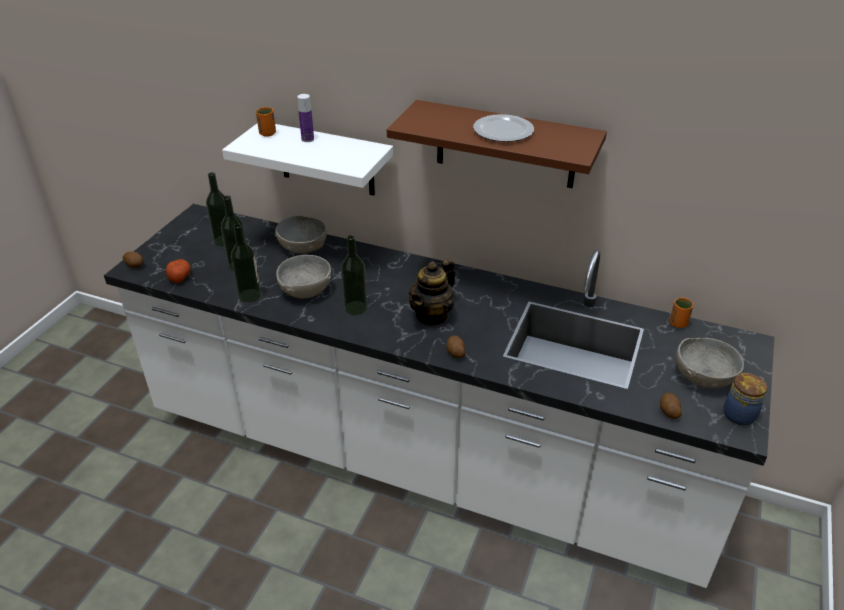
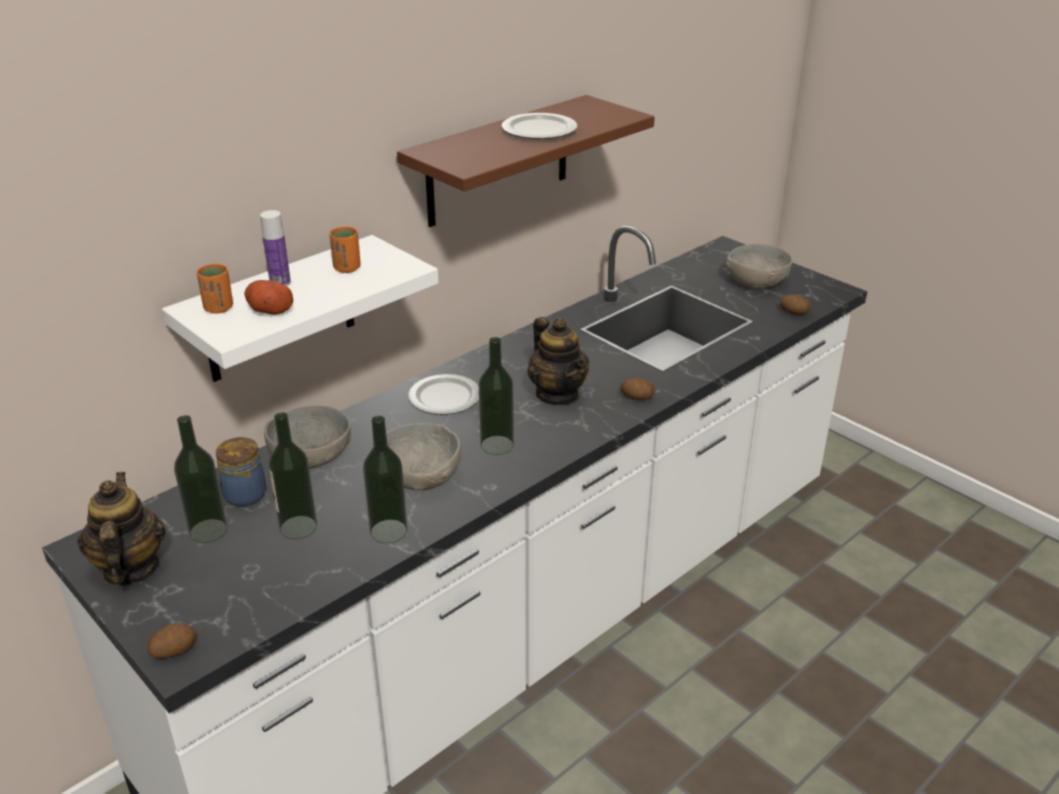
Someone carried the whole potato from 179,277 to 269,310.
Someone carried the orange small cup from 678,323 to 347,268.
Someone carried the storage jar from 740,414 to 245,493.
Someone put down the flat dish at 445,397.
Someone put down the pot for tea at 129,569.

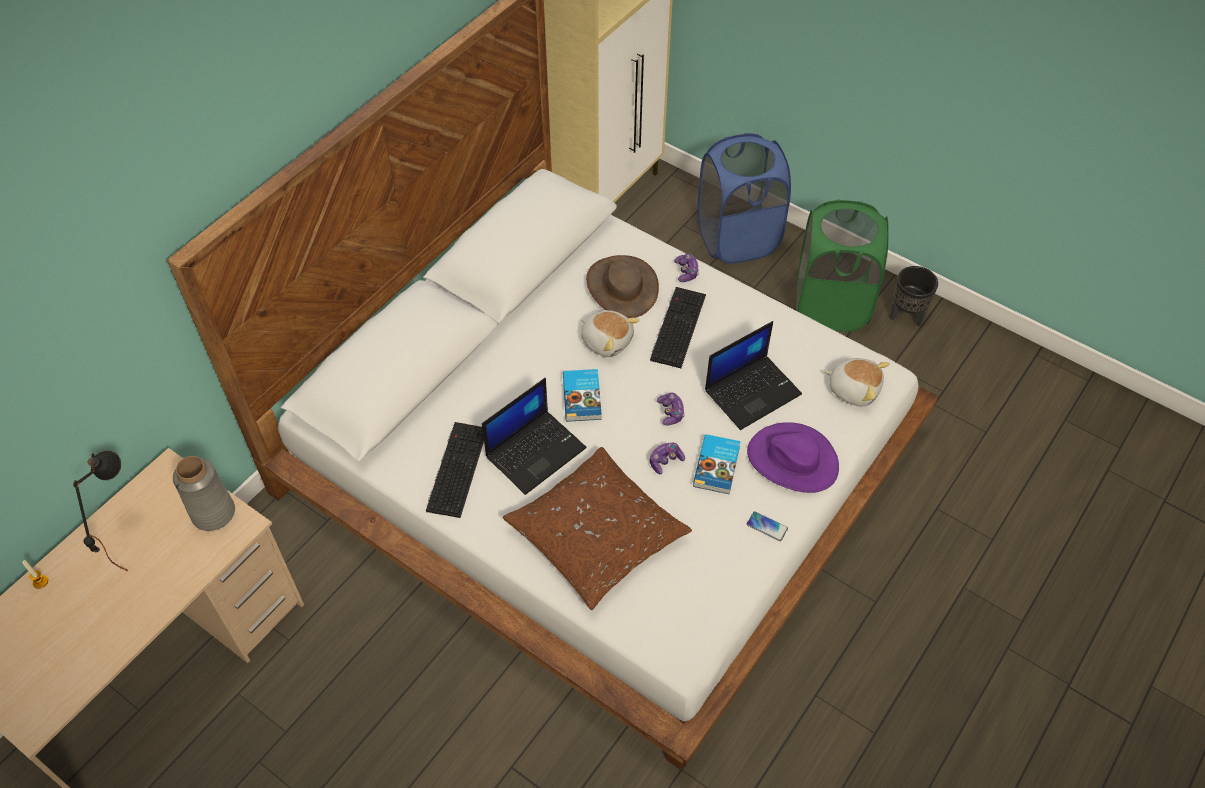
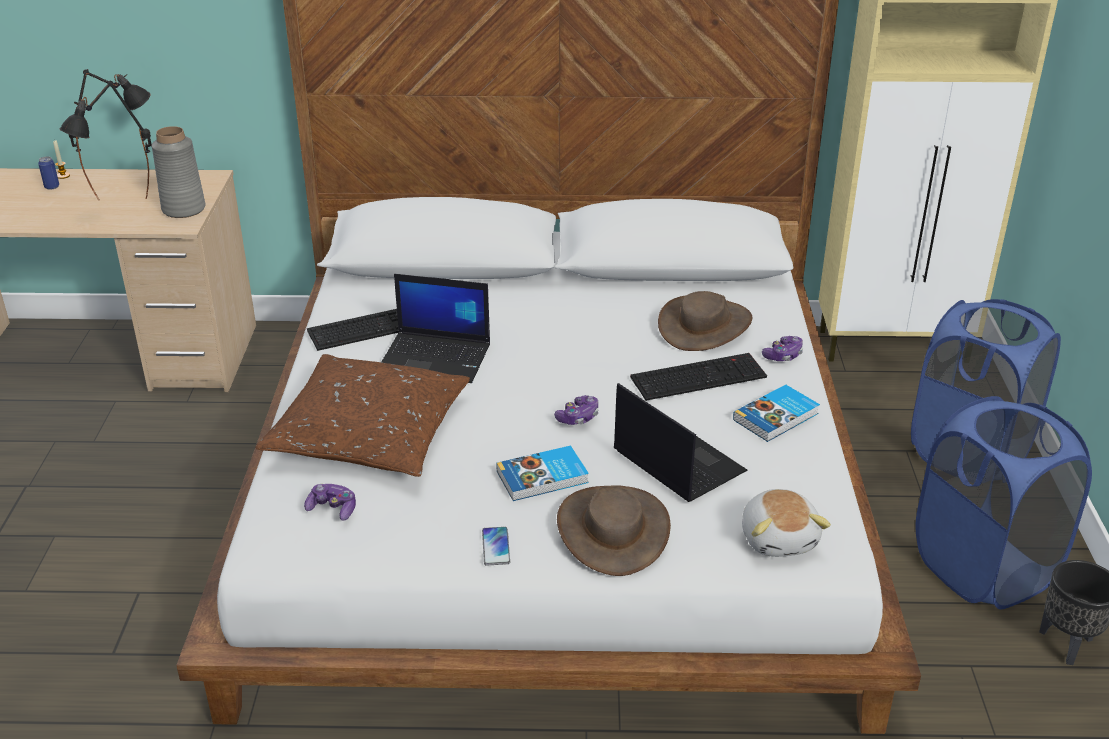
Someone repainted the greenish laundry basket at 831,306, which became the blue-coloured laundry basket at 983,568.
Someone took away the plush toy at 607,340.
Someone rotated the laptop at 753,391 by 150 degrees counterclockwise.
Someone carried the volume from 583,397 to 777,417.
Someone repainted the purplish clothing hat at 792,460, which became the brownish clothing hat at 613,530.
Someone carried the game controller from 665,461 to 332,509.
Someone put down the black-coloured tabletop lamp at 123,210.
Someone put down the can at 52,187.

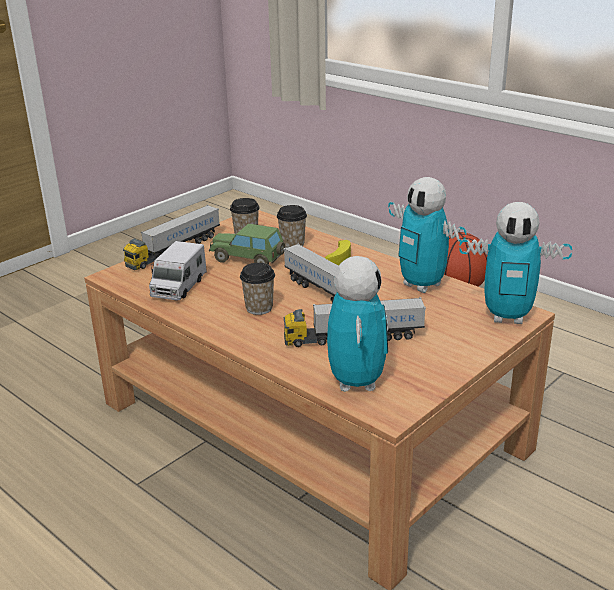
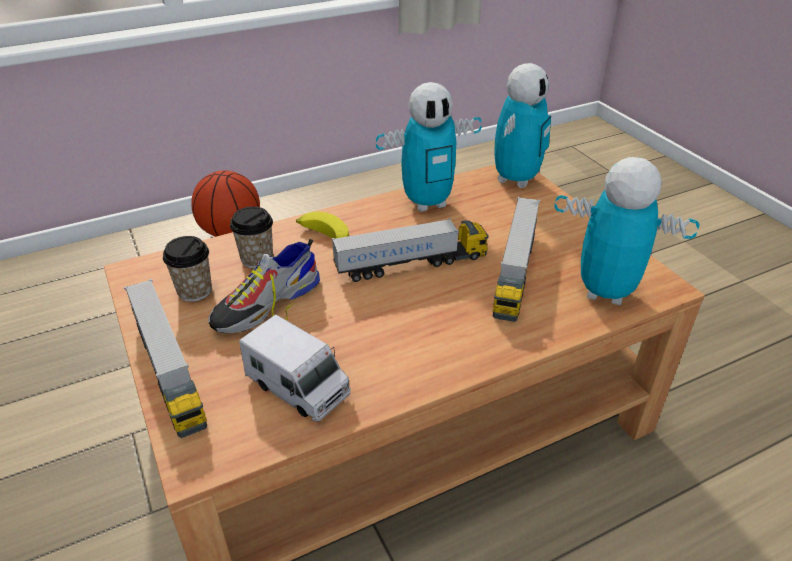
Someone swapped the miniature car at 248,259 for the low shoe at 266,304.
Someone took away the small cup at 259,308.

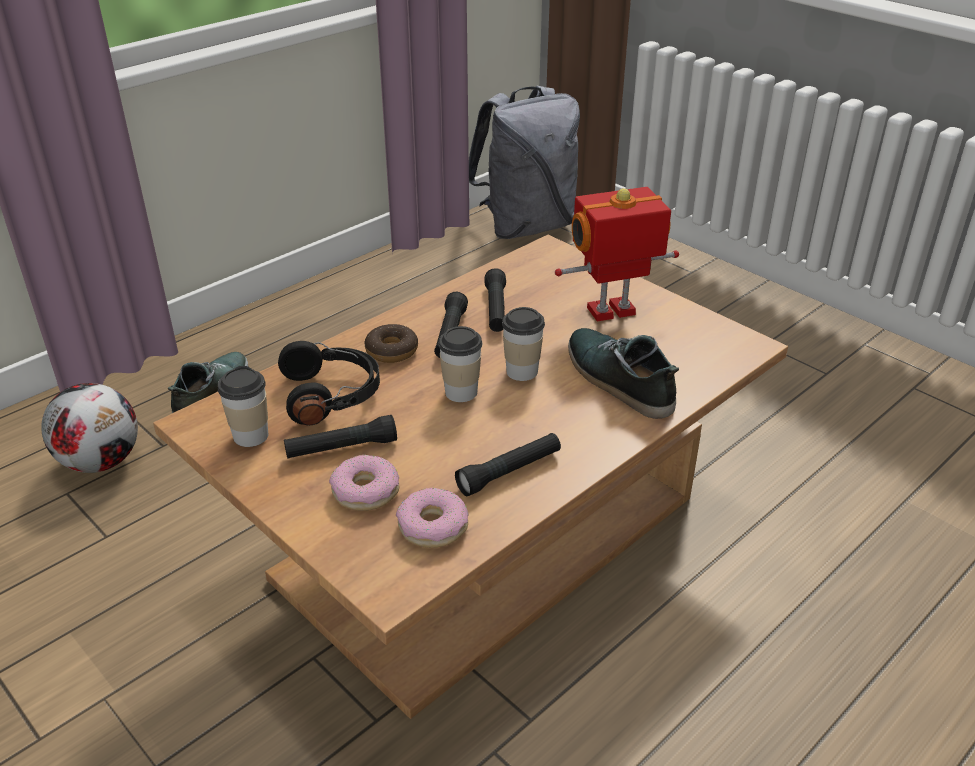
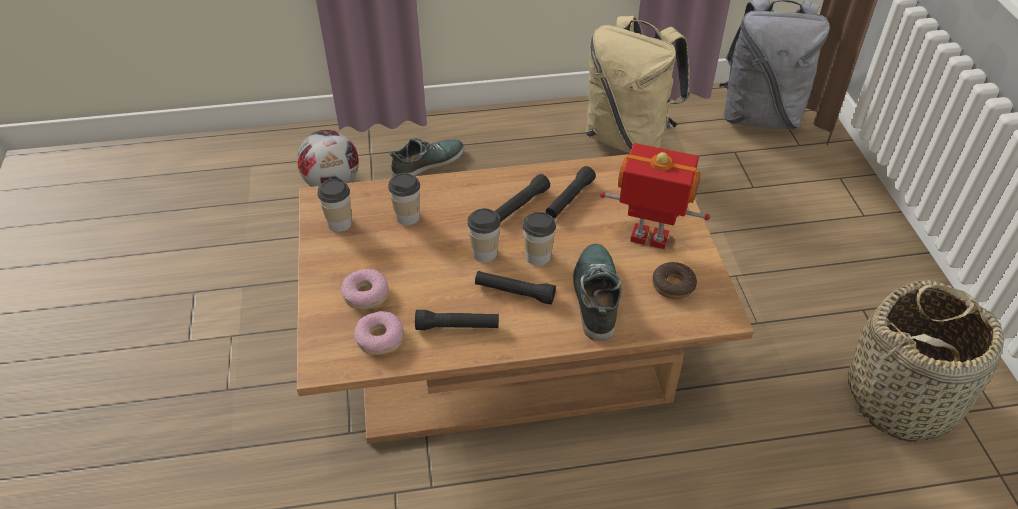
Someone carried the doughnut from 391,350 to 673,285.
Someone swapped the black-coloured headset at 332,395 for the small cup at 407,217.
Someone carried the black-coloured flashlight from 341,448 to 514,292.
Someone put down the beige-coloured knapsack at 628,138.
Someone put down the household basket at 902,396.

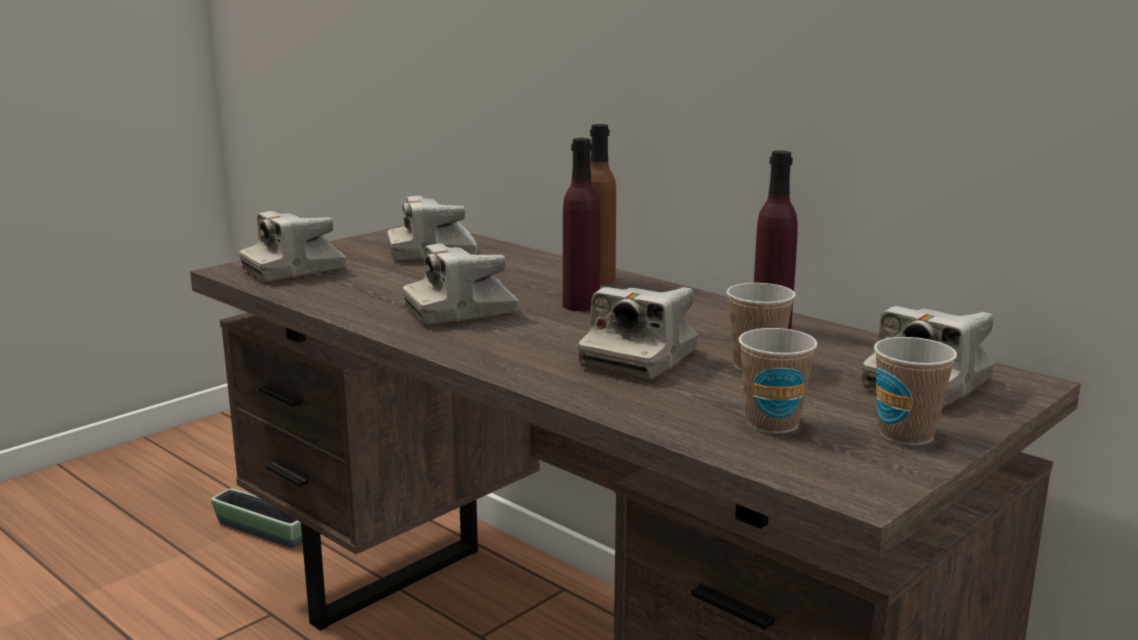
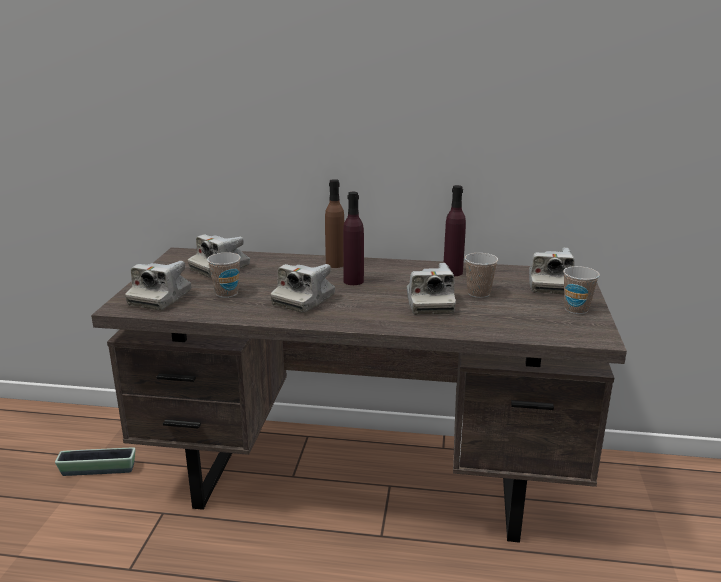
Someone carried the small cup from 772,423 to 226,293.

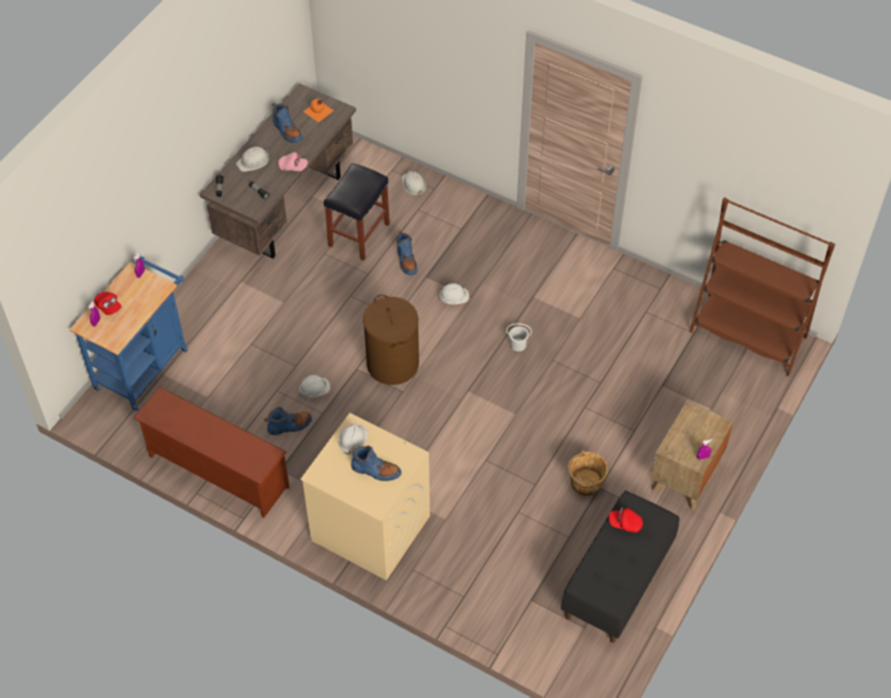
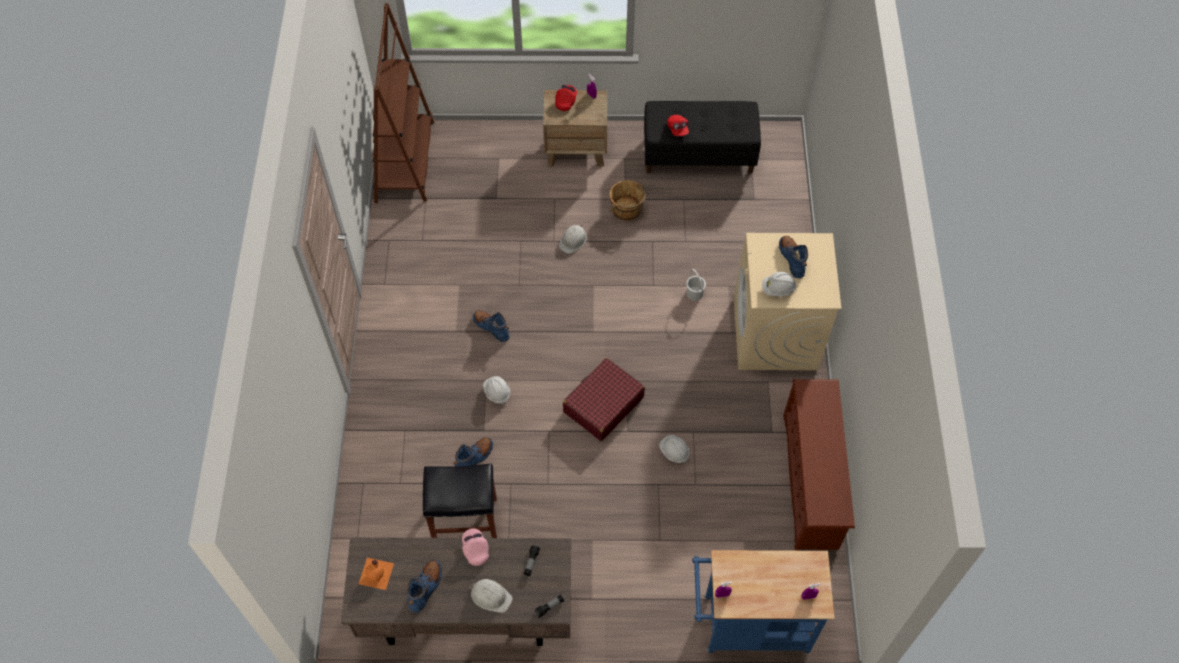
Someone carried the white safety helmet from 413,184 to 573,240.
Someone carried the red cap from 108,307 to 566,101.
Someone swapped the brownish laundry basket at 392,364 for the red travel case at 603,405.
Someone carried the white pail from 518,345 to 695,293.
Someone carried the blue-coloured tall boot from 289,426 to 491,328.

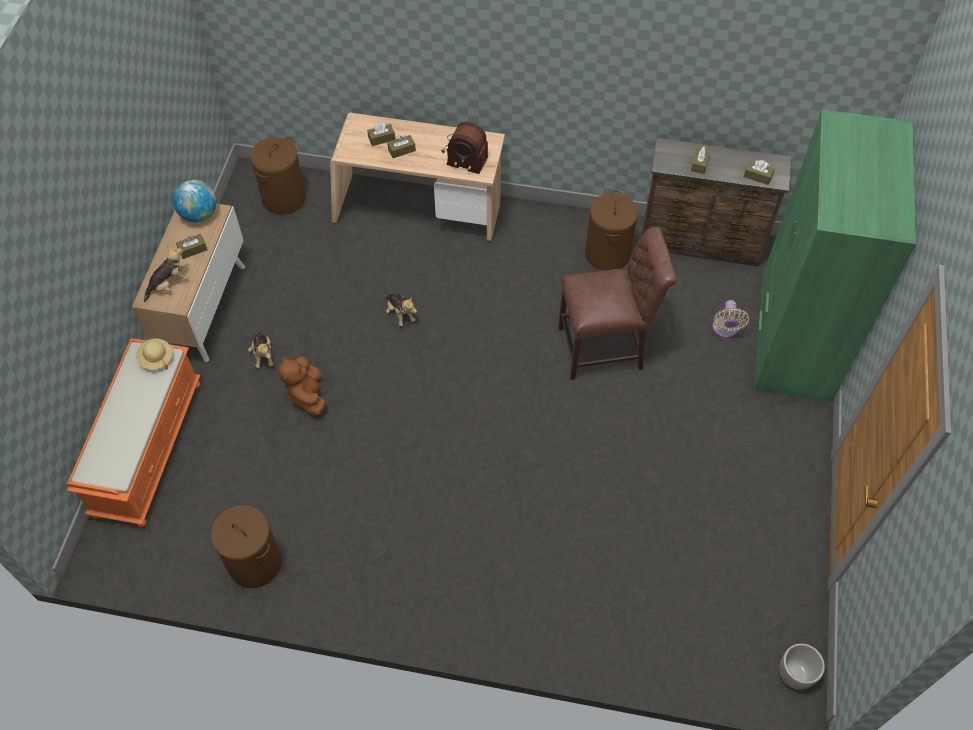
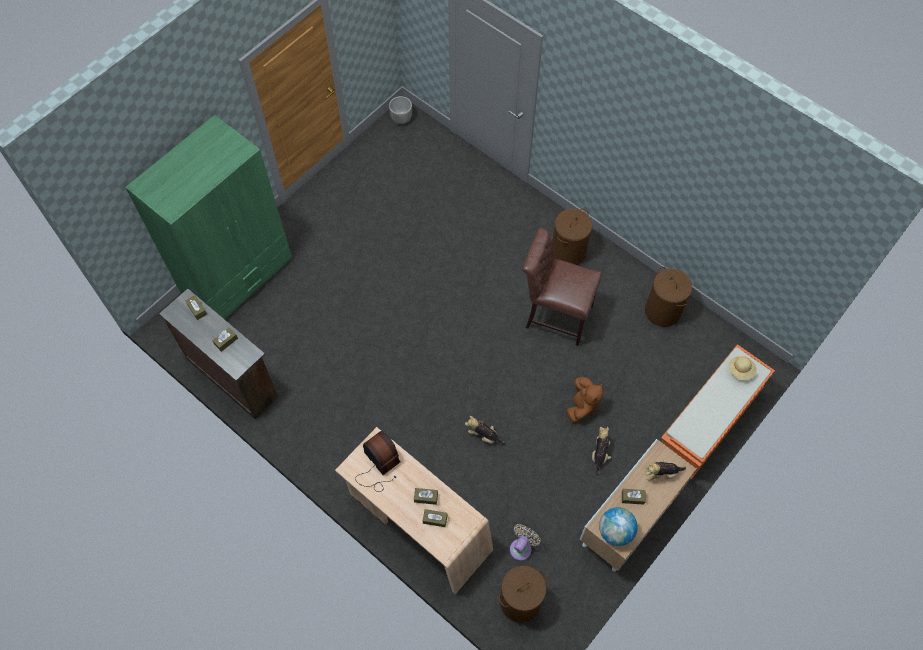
Someone carried the brownish laundry basket from 607,254 to 568,252.
Someone carried the brownish chair from 605,348 to 555,315.
Someone rotated the plush toy at 400,314 by 60 degrees counterclockwise.
Someone carried the beige-coloured fan from 725,330 to 522,547.
Someone carried the beige-coloured clothing hat from 156,359 to 740,371.

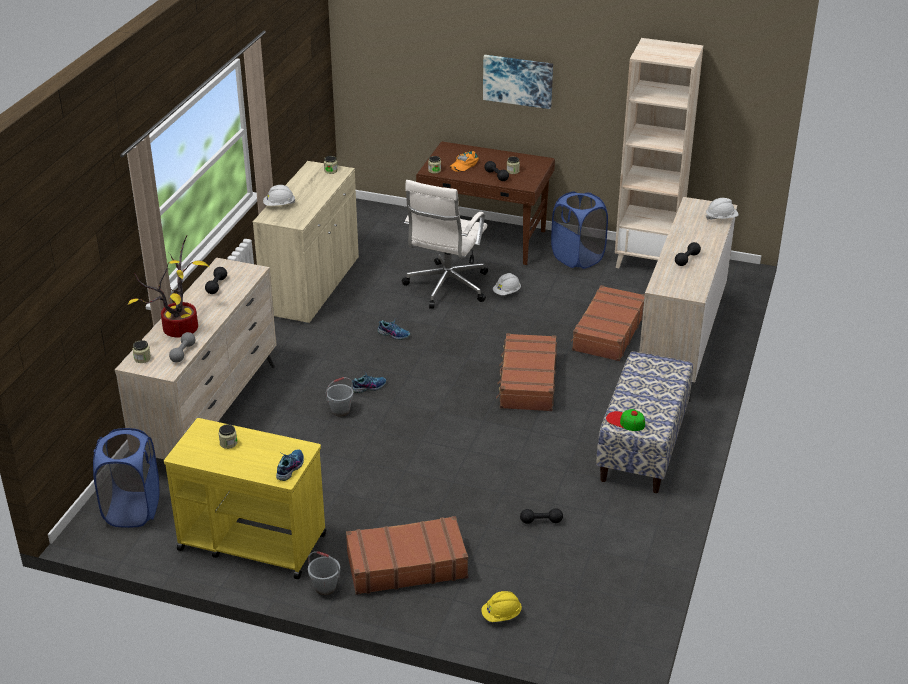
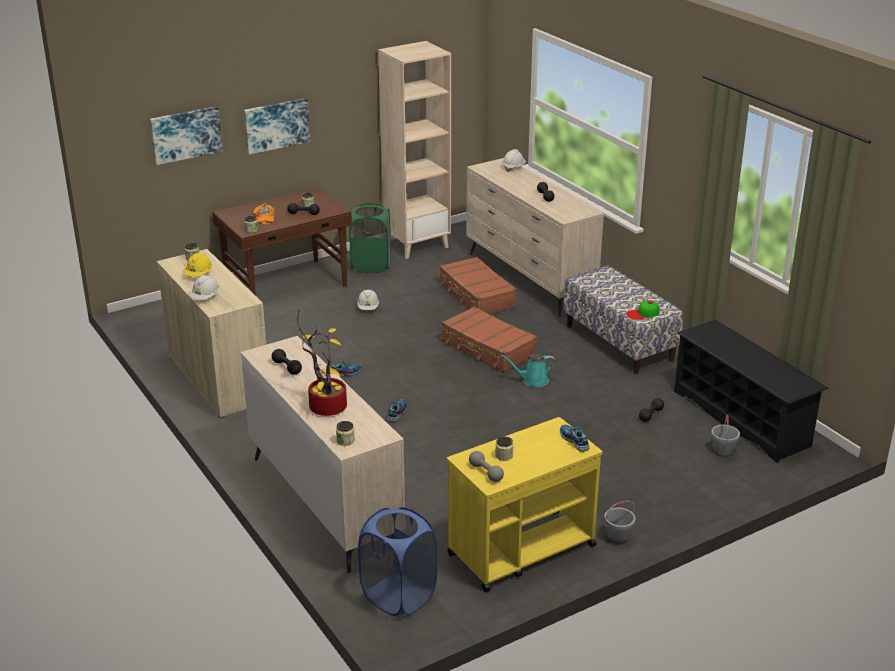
Someone took away the white office chair at 446,287.
Someone repainted the blue-coloured laundry basket at 577,258, which became the greenish laundry basket at 371,265.
Someone carried the gray dumbbell from 183,353 to 486,472.
Someone carried the gray pail from 340,411 to 723,451.
Someone took away the brownish travel case at 406,565.
Someone carried the yellow-coloured safety helmet from 501,615 to 199,274.
Someone put up the picture at 185,134.
Someone put down the black-coloured shoe stand at 741,418.
Someone put down the turquoise-coloured sprinkling can at 532,380.

